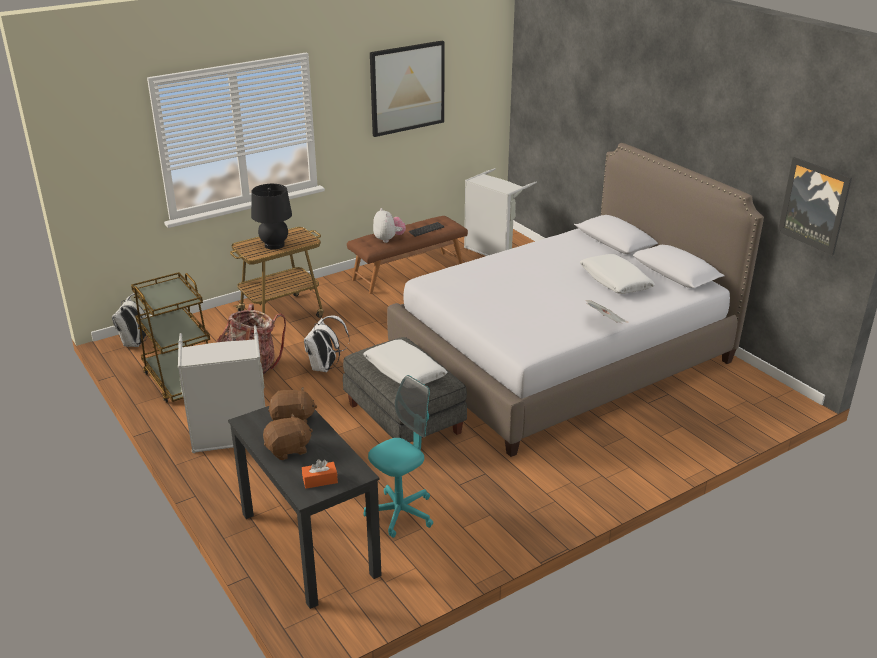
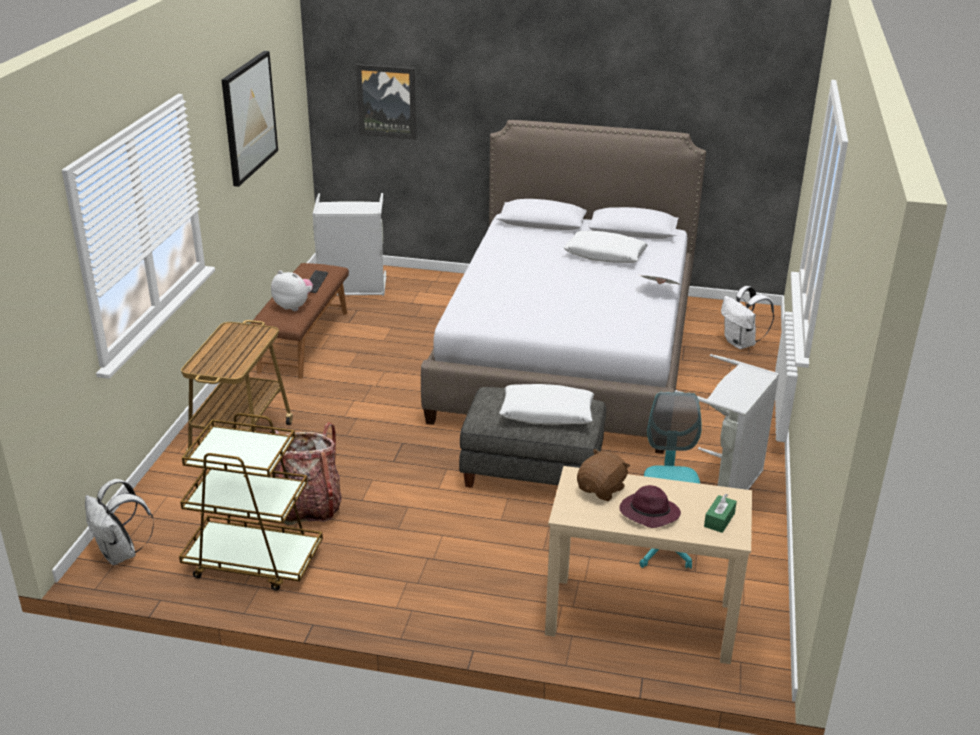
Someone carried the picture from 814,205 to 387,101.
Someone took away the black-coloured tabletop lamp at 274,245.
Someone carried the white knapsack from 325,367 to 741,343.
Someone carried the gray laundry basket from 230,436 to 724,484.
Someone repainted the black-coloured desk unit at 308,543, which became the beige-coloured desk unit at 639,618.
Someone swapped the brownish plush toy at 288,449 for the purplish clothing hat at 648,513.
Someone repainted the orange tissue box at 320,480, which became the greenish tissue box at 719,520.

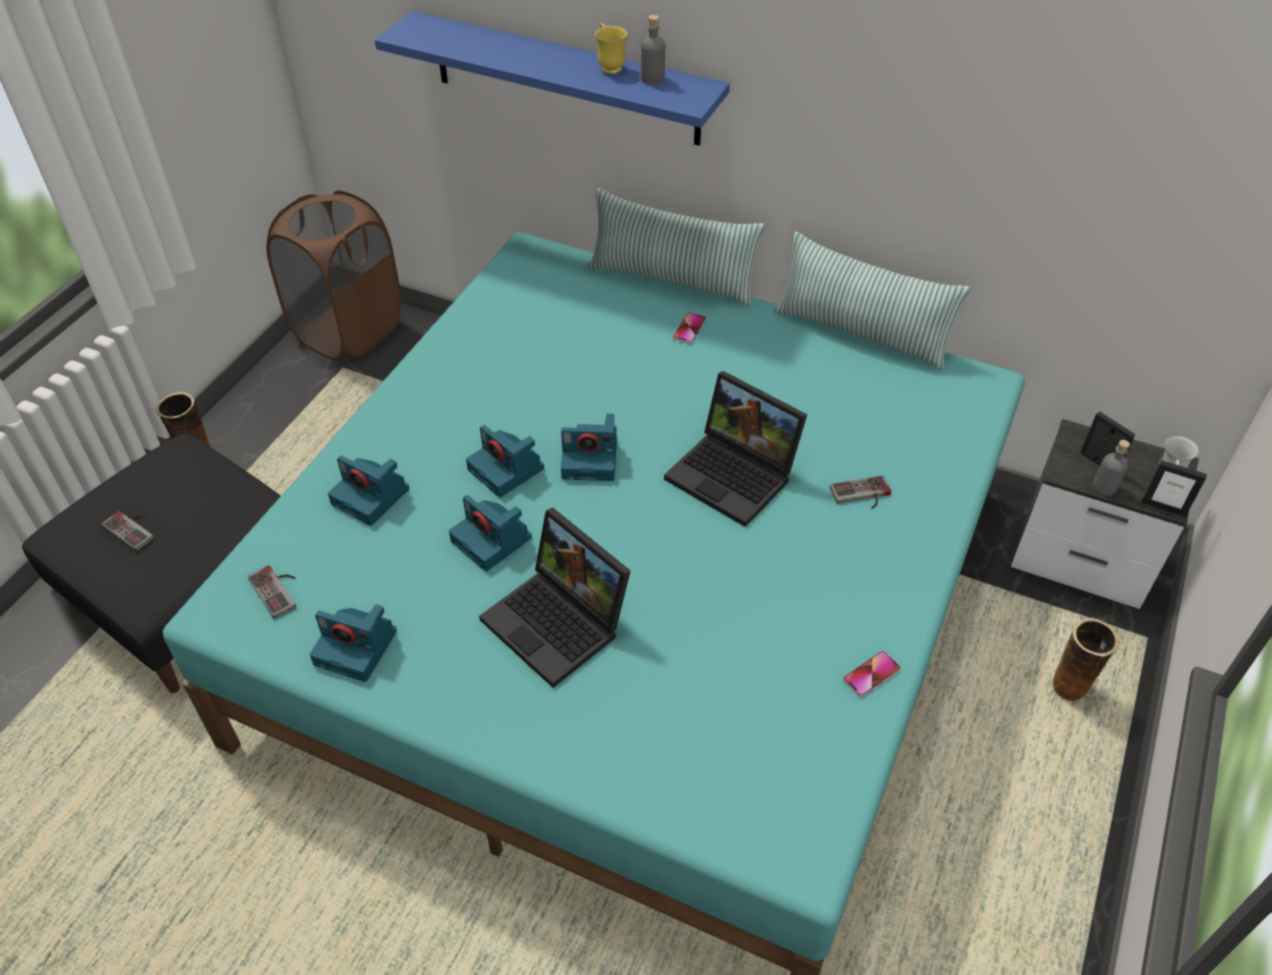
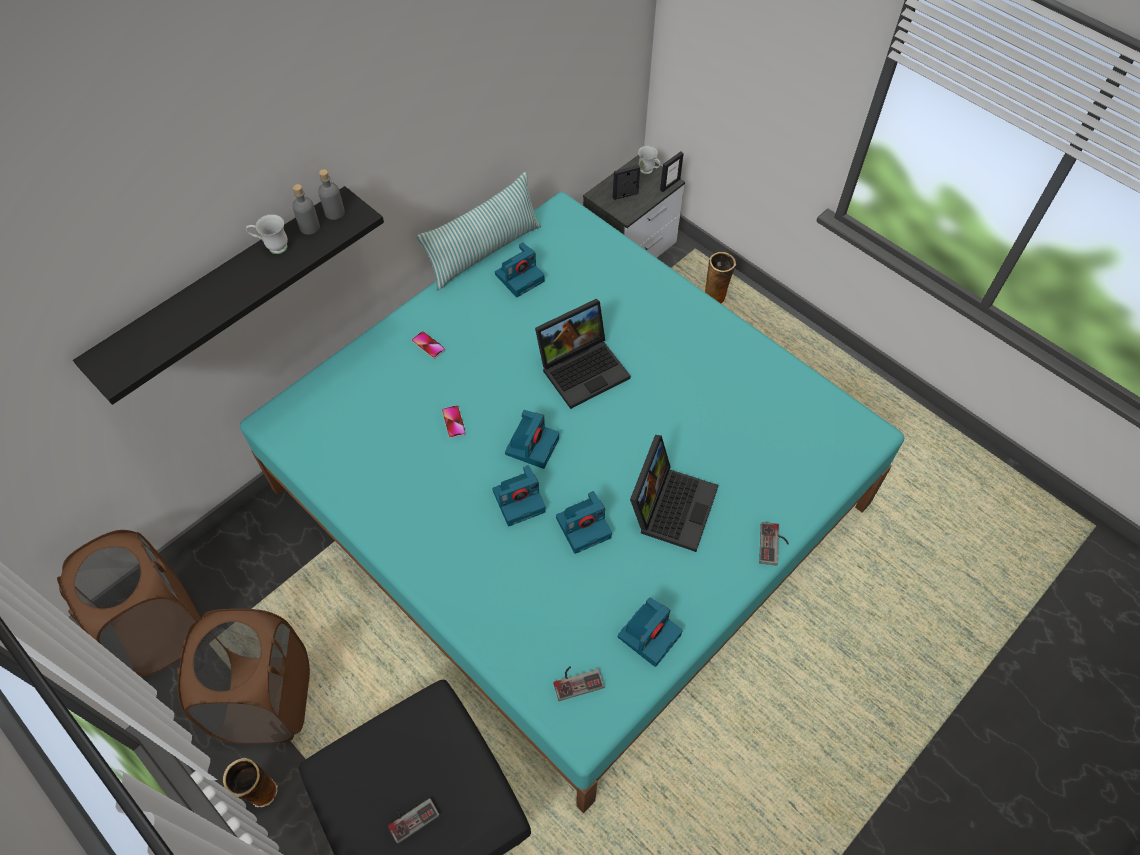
Someone repainted the blue-coloured wall shelf at 565,79, which became the black-coloured wall shelf at 227,288.
Someone repainted the yellow-coloured mug at 609,66, which became the white mug at 273,247.
Someone took away the cushion at 672,279.
Someone carried the gray beverage bottle from 1104,487 to 334,212.
Someone carried the still camera from 372,496 to 520,277.
Someone carried the game controller from 862,496 to 774,545.
Someone rotated the laptop at 560,623 by 45 degrees counterclockwise.
Someone carried the handset from 871,675 to 453,422.
Someone put down the brownish laundry basket at 267,700.

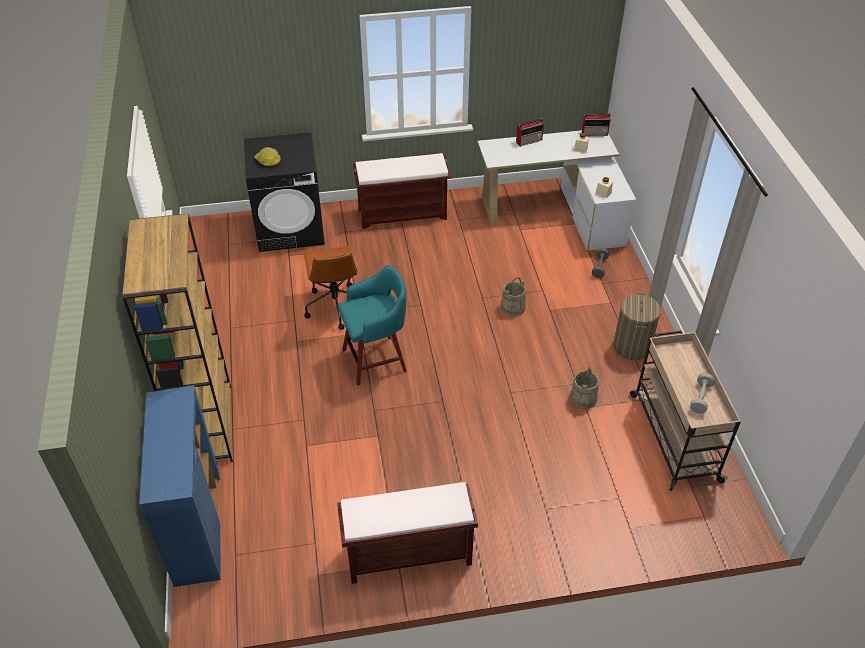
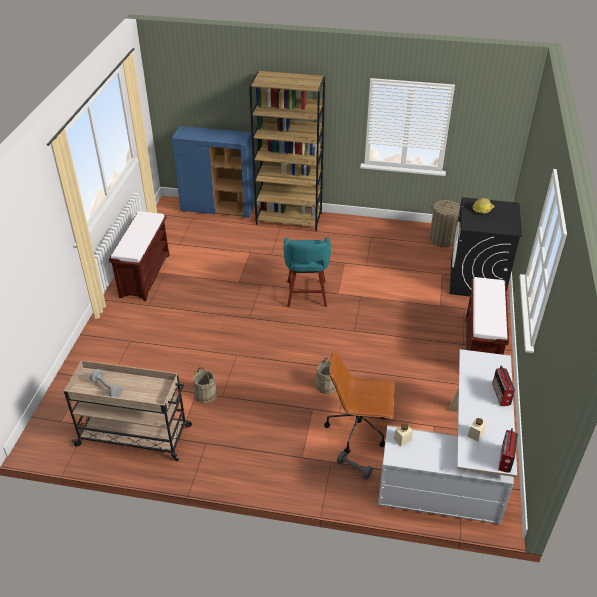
Someone carried the brownish office chair from 335,305 to 359,429.
Someone carried the laundry basket from 631,346 to 442,240.

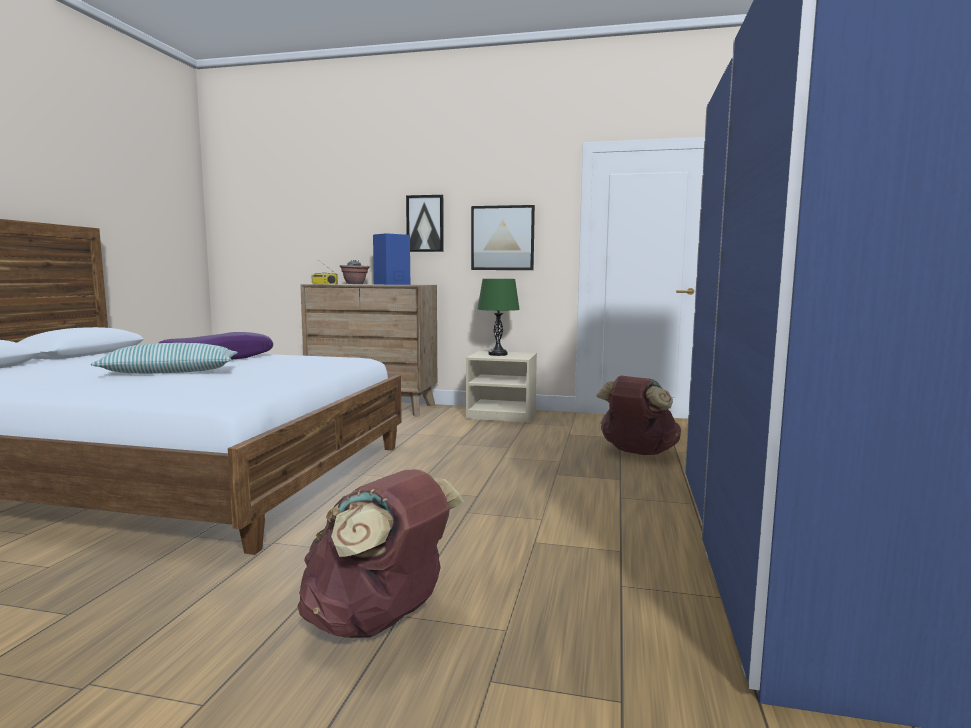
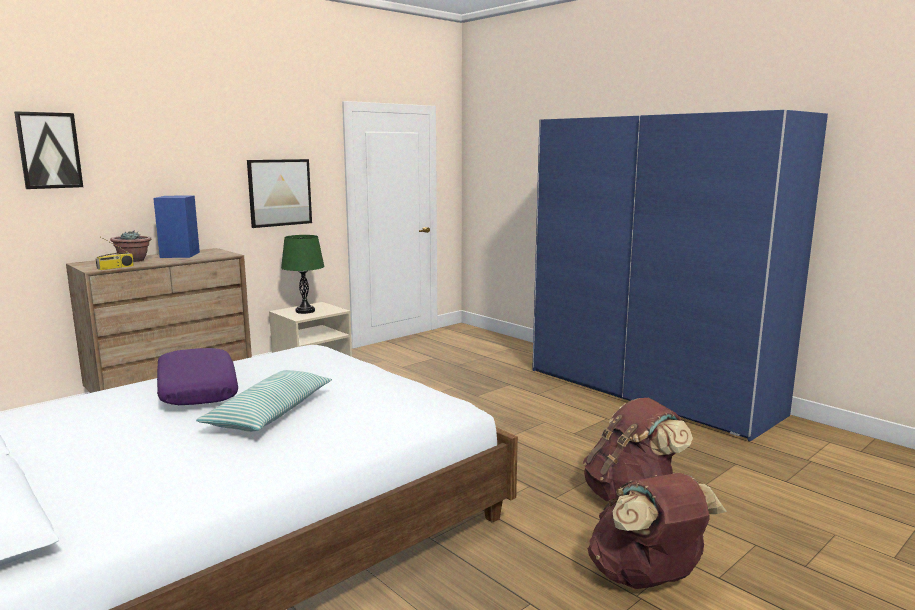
Someone carried the picture from 425,223 to 49,150.
Someone carried the brownish knapsack from 637,452 to 647,579.

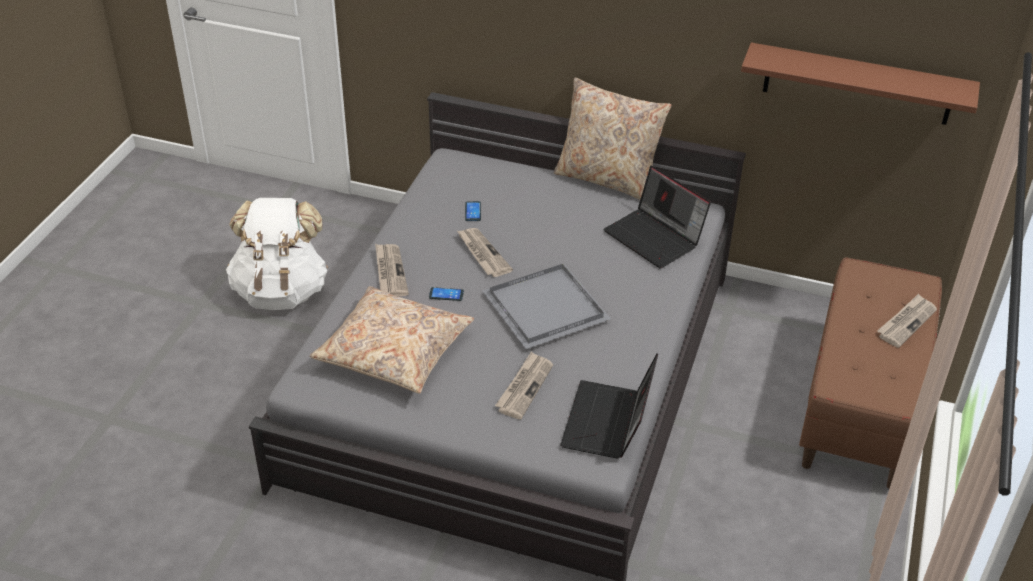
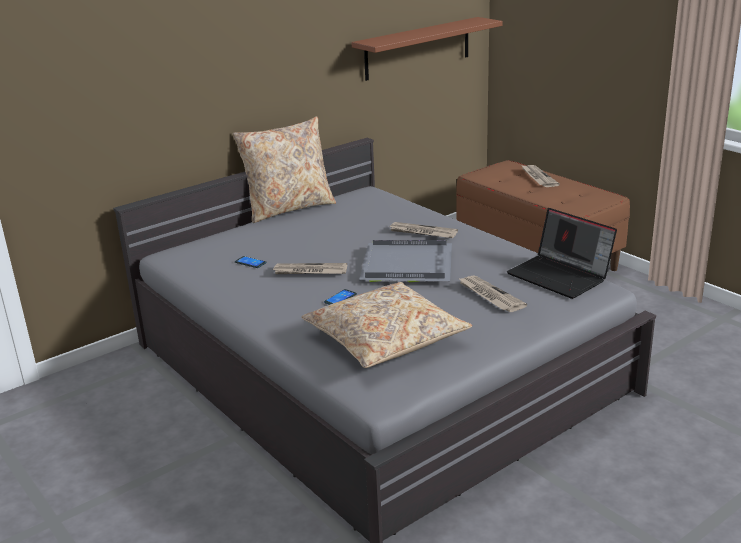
Someone took away the laptop at 655,237.
Someone took away the white knapsack at 281,291.
Someone carried the printed paper from 390,272 to 422,232.

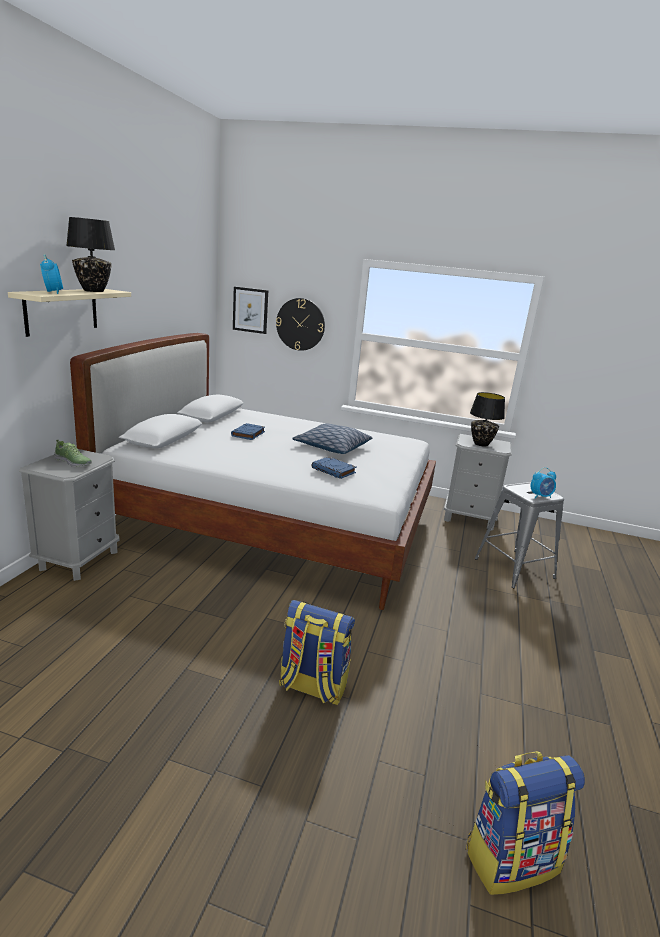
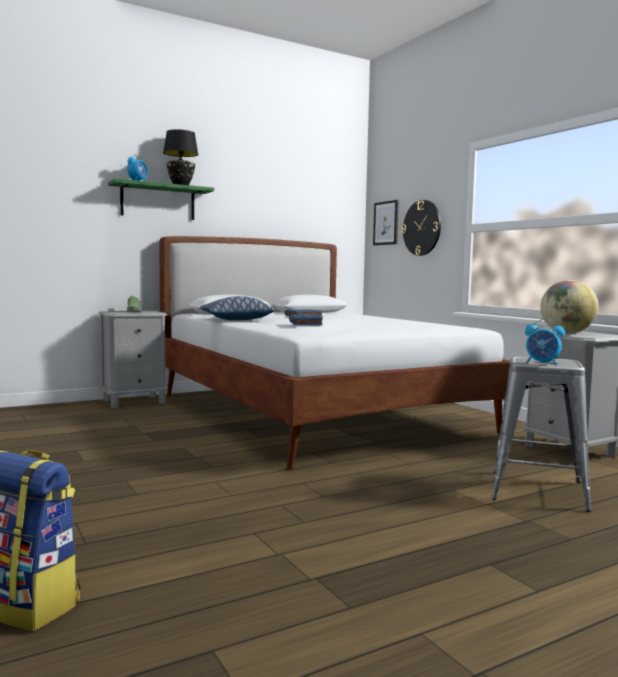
Someone repainted the beige-coloured wall shelf at 62,311, which became the greenish wall shelf at 158,202.
Someone swapped the black-coloured tabletop lamp at 480,444 for the globe at 566,333.
Someone carried the cushion from 332,447 to 236,319.
Someone took away the knapsack at 312,686.

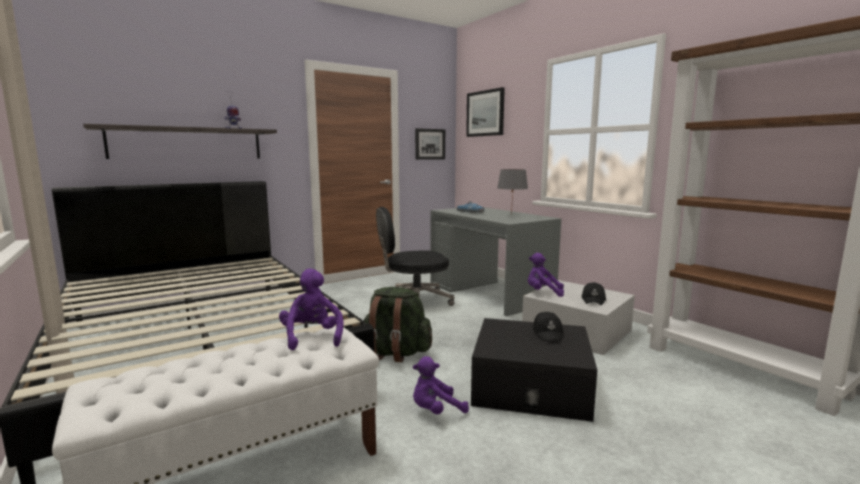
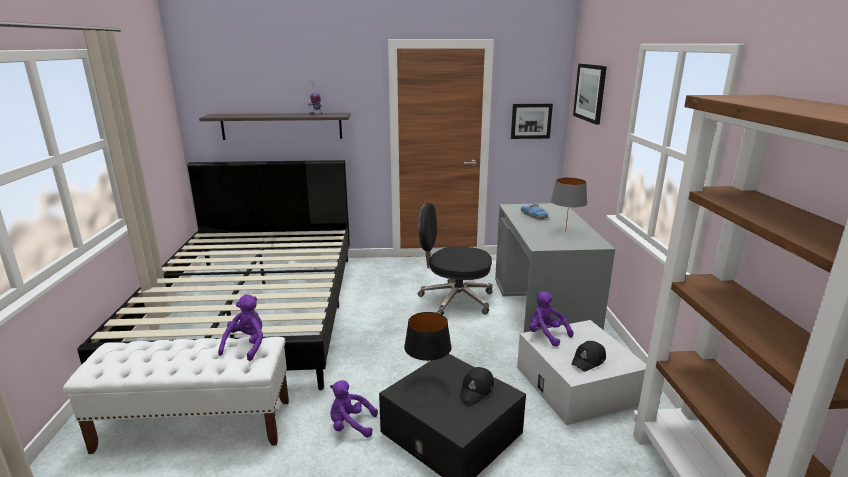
Someone took away the greenish knapsack at 395,353.
Someone put down the black-coloured tabletop lamp at 428,382.

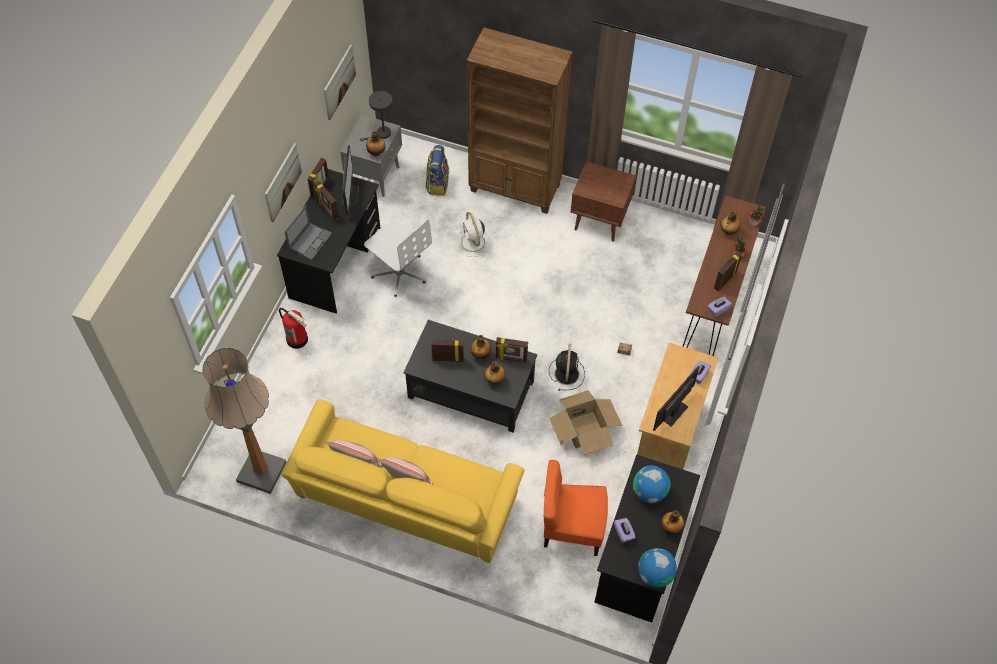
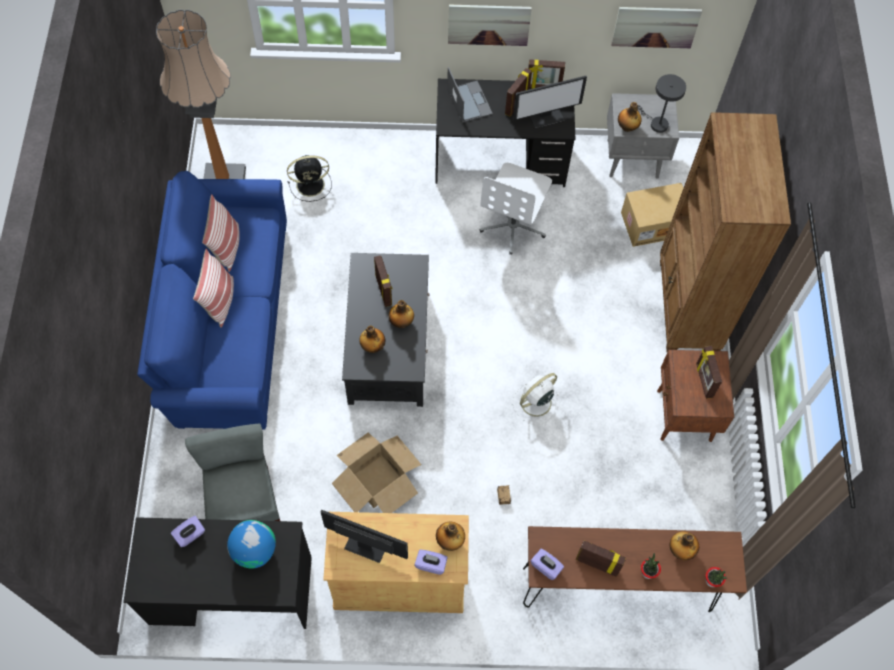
Someone swapped the knapsack at 437,183 for the carton at 653,223.
Someone rotated the laptop at 310,240 by 120 degrees counterclockwise.
Someone carried the white fan from 473,243 to 534,403.
Someone took away the extinguisher at 297,339.
Someone carried the picture frame from 511,358 to 703,380.
Someone carried the black-coloured fan from 566,373 to 311,184.
Someone repainted the yellow-coloured couch at 404,503, which became the blue-coloured couch at 227,323.
Someone repainted the orange chair at 571,528, which became the gray chair at 244,502.
Someone carried the beverage bottle from 671,528 to 450,541.
Someone took away the globe at 655,574.

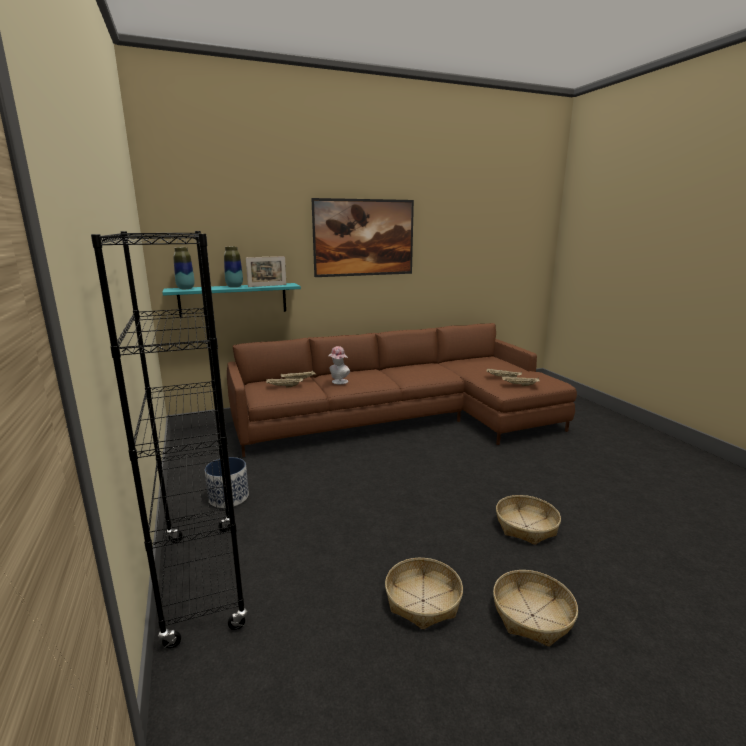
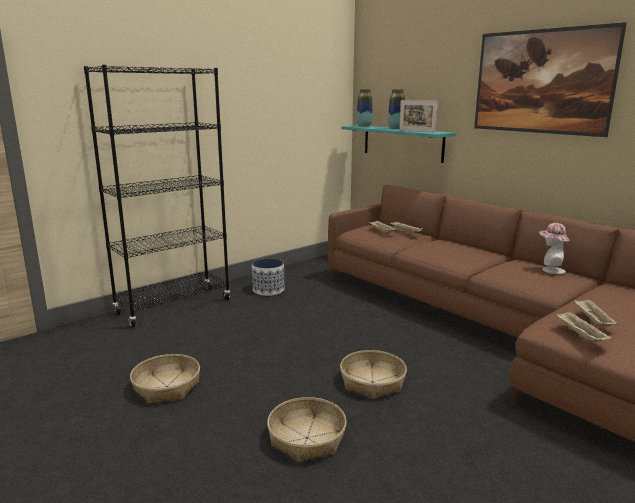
Someone carried the clothing hat from 338,382 to 550,270.
Someone carried the household basket from 532,616 to 372,382.

